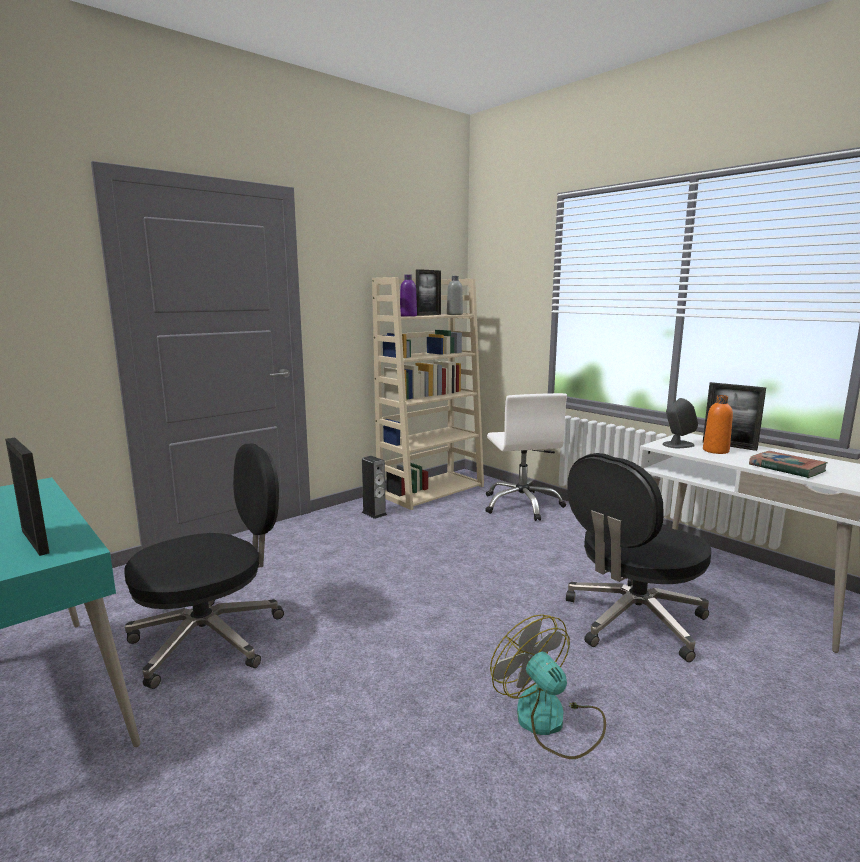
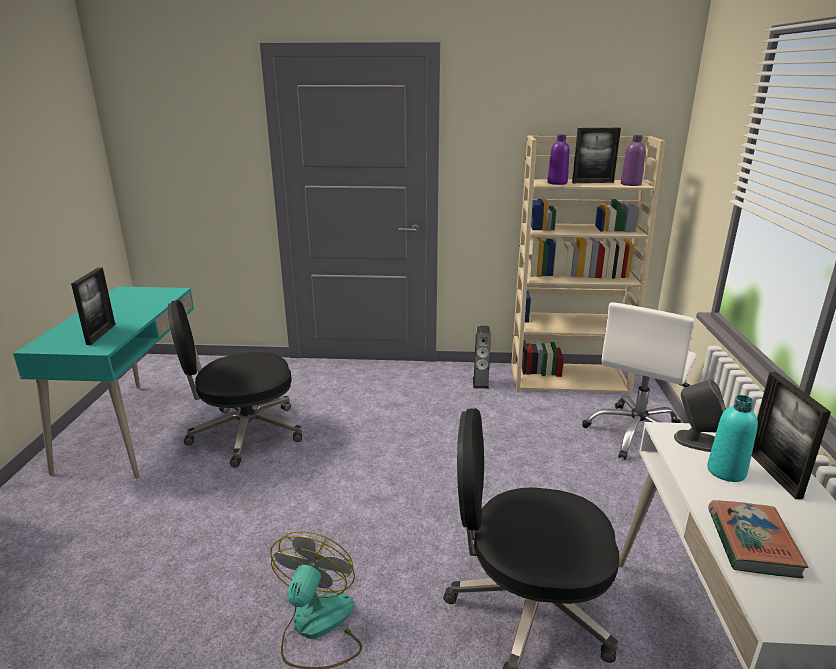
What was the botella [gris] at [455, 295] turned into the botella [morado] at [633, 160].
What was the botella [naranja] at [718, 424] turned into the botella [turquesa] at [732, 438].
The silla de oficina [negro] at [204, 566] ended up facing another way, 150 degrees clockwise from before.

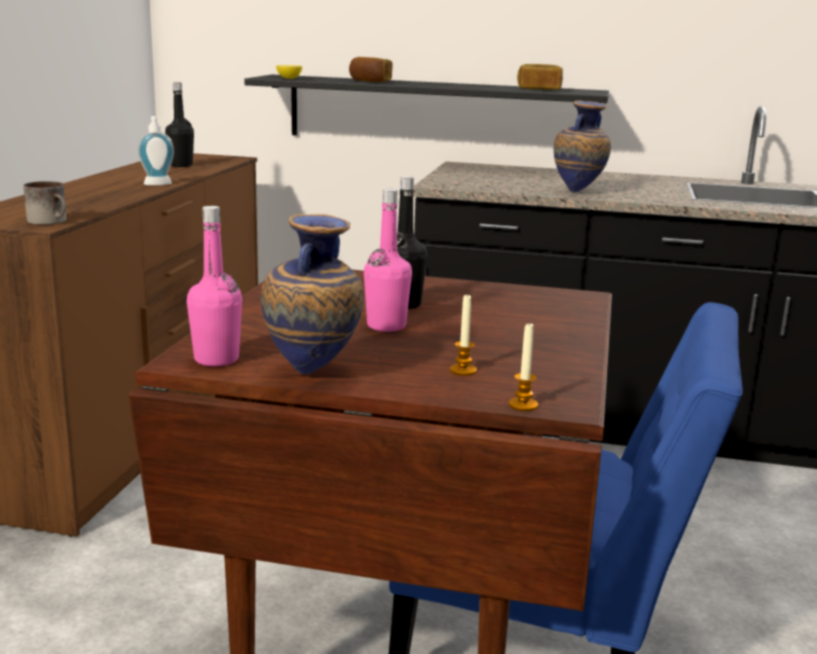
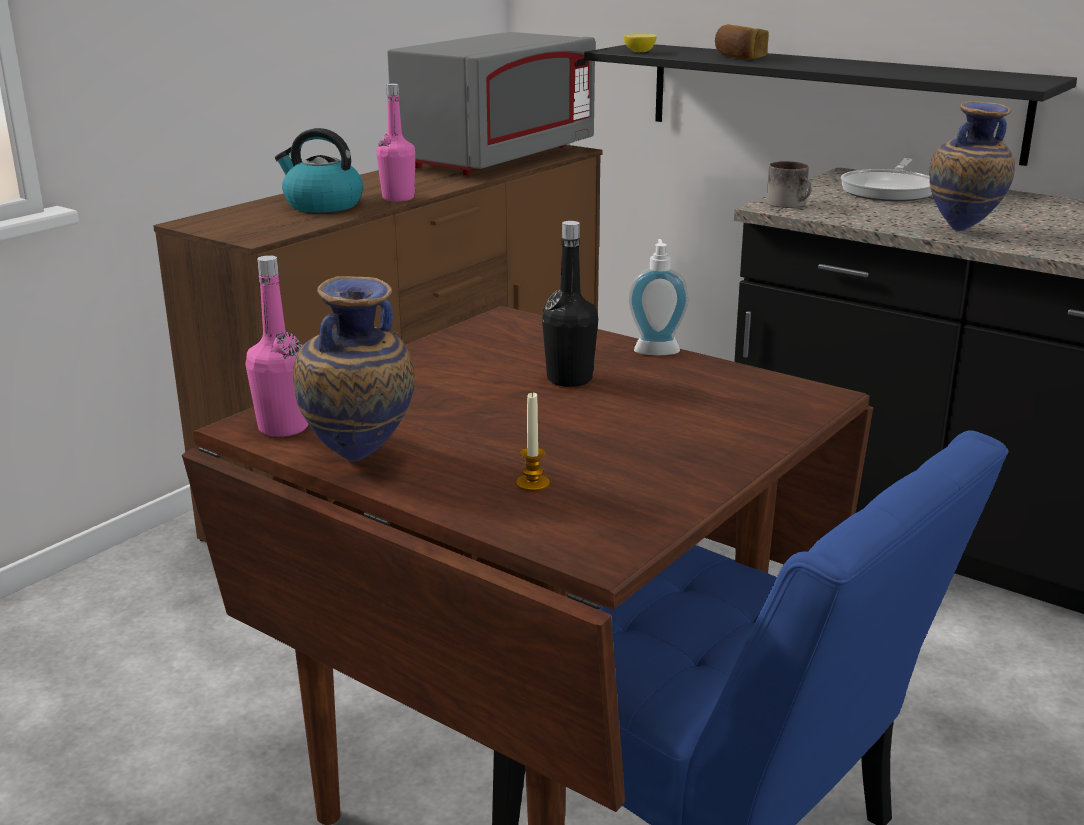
The second view lost the vela at [523, 366].
The second view lost the pan at [540, 77].
The second view gained the hervidor at [319, 170].
The second view gained the sartén at [886, 179].
The taza grande ended up elsewhere, having gone from [45, 203] to [789, 184].
The dispensador de jabón ended up elsewhere, having gone from [156, 150] to [659, 297].
The botella [rosa] ended up elsewhere, having gone from [388, 260] to [396, 143].
Where the botella [negro] stood at [179, 125], the microondas [gris] came to stand at [491, 104].

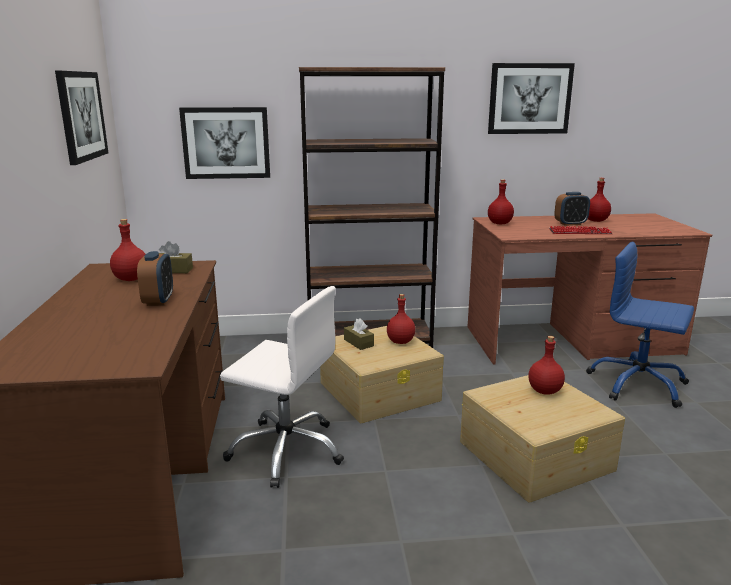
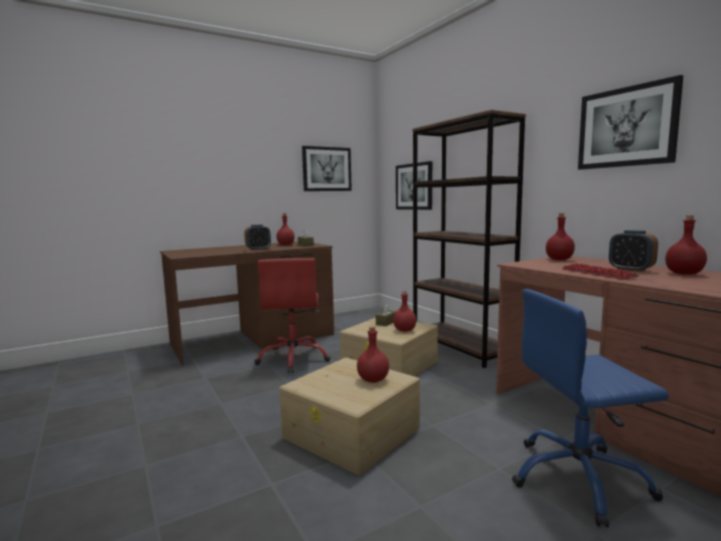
What was the silla de oficina [blanco] at [282, 387] turned into the silla de oficina [rojo] at [292, 315].
The silla de oficina [azul] at [640, 324] ended up facing another way, 105 degrees counterclockwise from before.

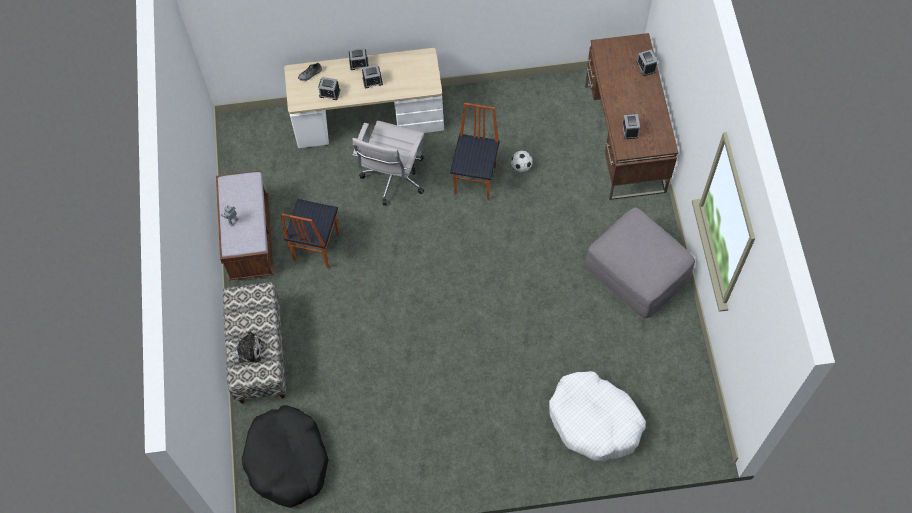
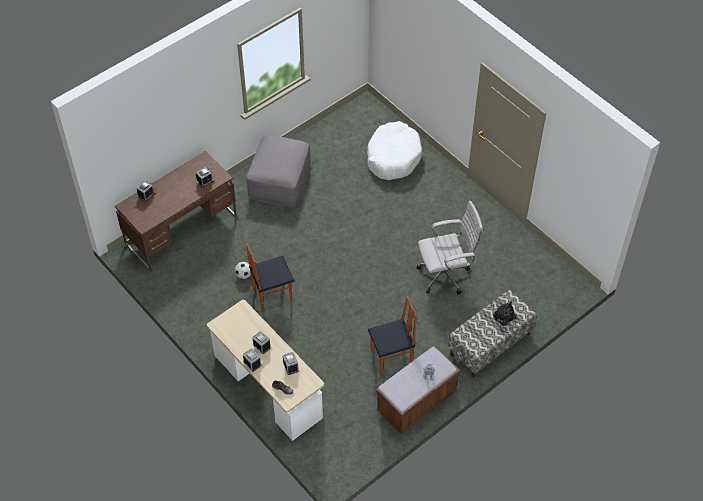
The second view lost the cama para perro [negro] at [285, 456].
The silla de oficina [blanco] ended up elsewhere, having gone from [388, 163] to [450, 248].

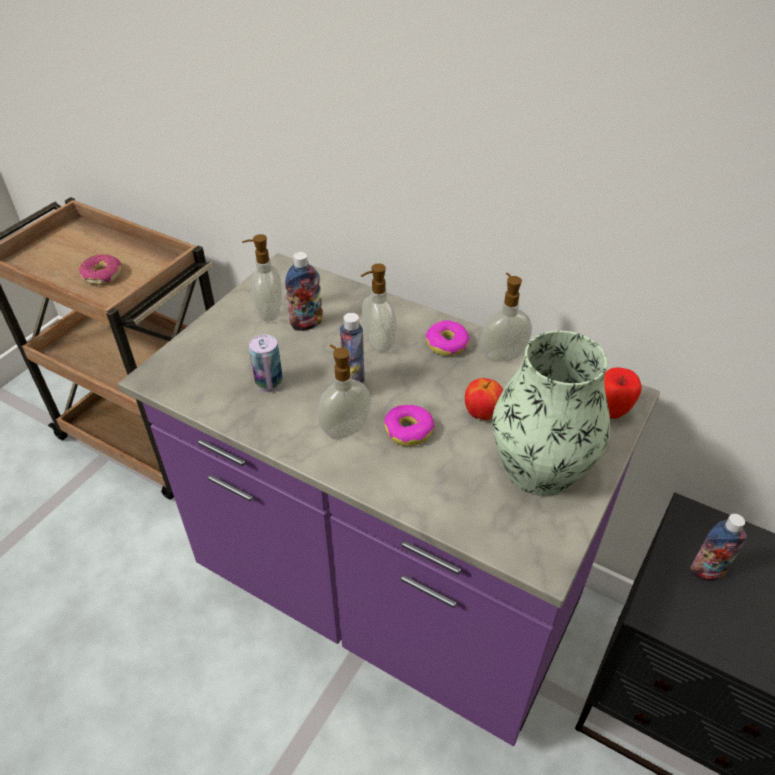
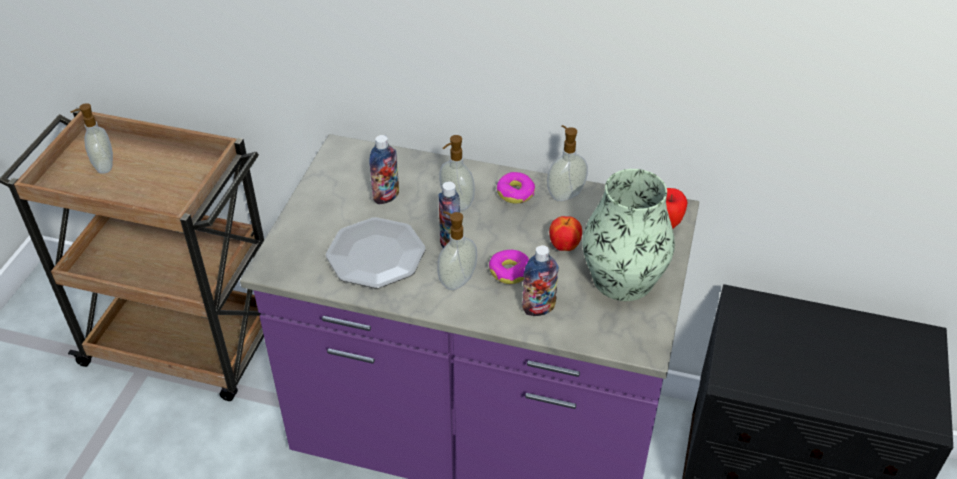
The second view lost the rosquilla at [100, 269].
The dispensador de jabón ended up elsewhere, having gone from [262, 278] to [92, 138].
The botella ended up elsewhere, having gone from [718, 547] to [540, 280].
Where the lata stood at [266, 363], the plato came to stand at [375, 252].

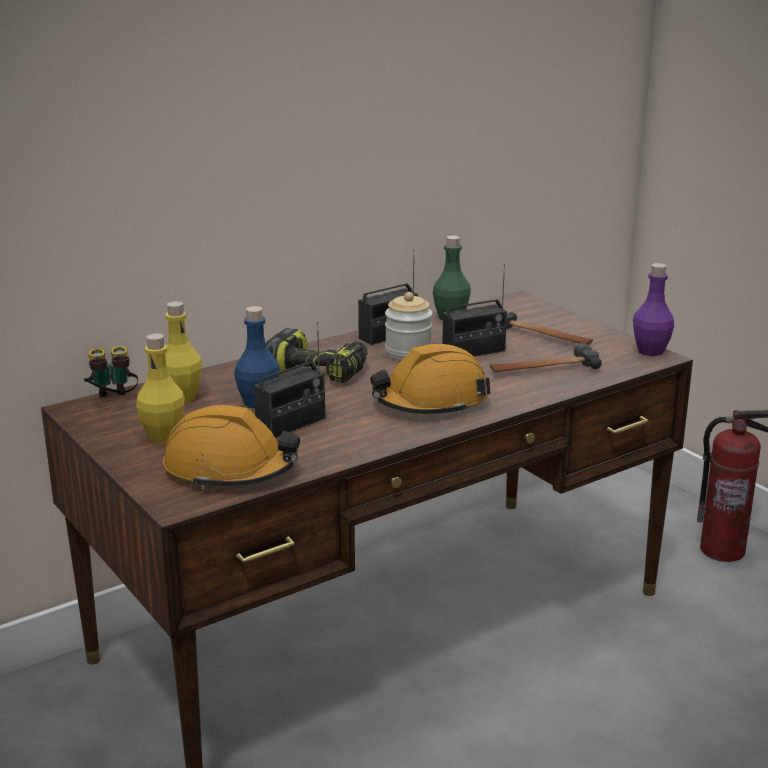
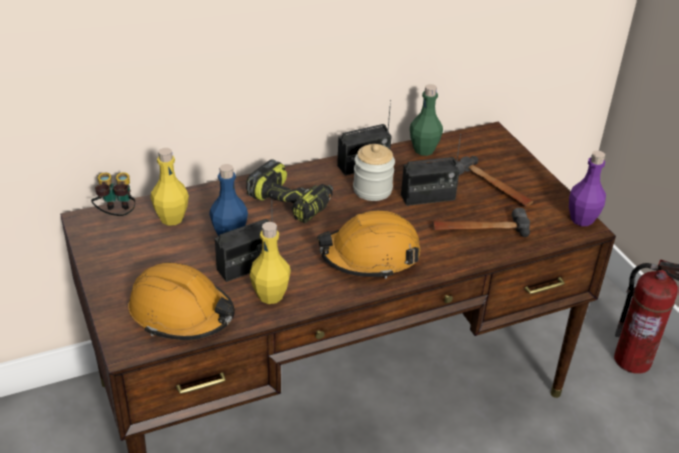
The botella [amarillo] ended up elsewhere, having gone from [160, 387] to [270, 263].

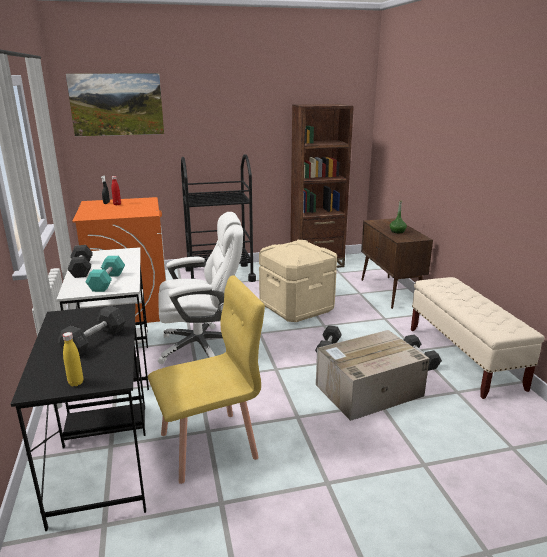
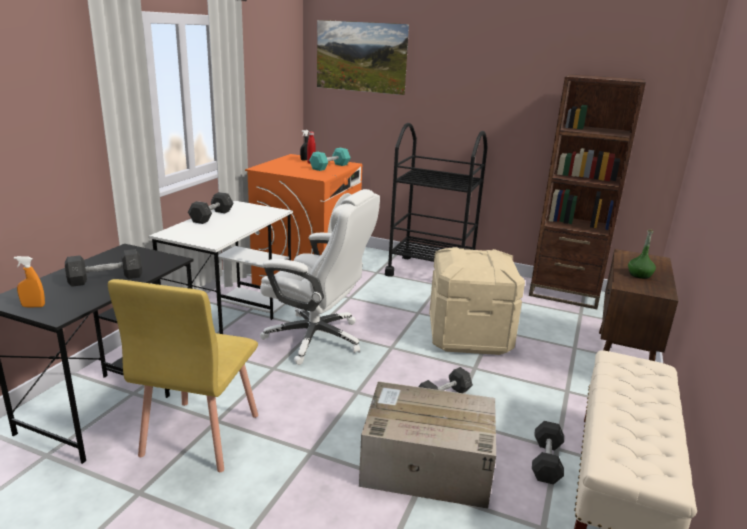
The mancuerna [turquesa] ended up elsewhere, having gone from [105, 274] to [329, 159].
Where the botella [amarillo] stood at [73, 359], the pulverizador [naranja] came to stand at [29, 281].
The silla [amarillo] at [206, 379] ended up facing another way, 90 degrees clockwise from before.

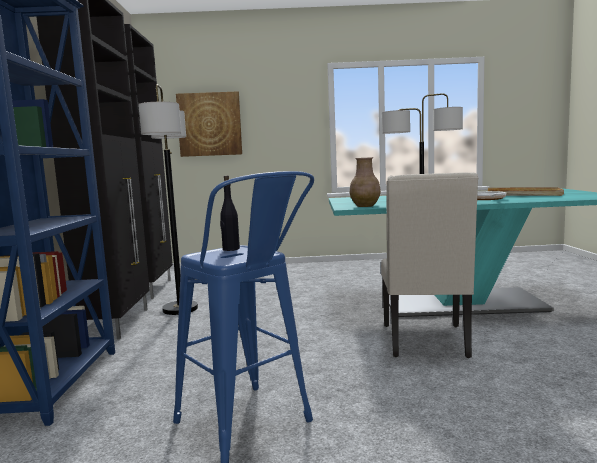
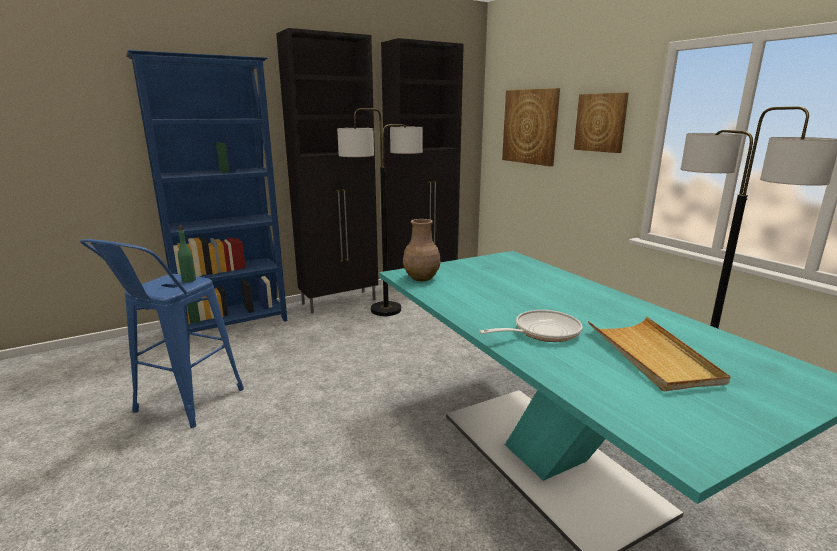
The second view lost the silla [beis] at [430, 265].
The second view gained the cuadro at [601, 122].
What was the botella [negro] at [230, 213] turned into the botella [verde] at [187, 254].

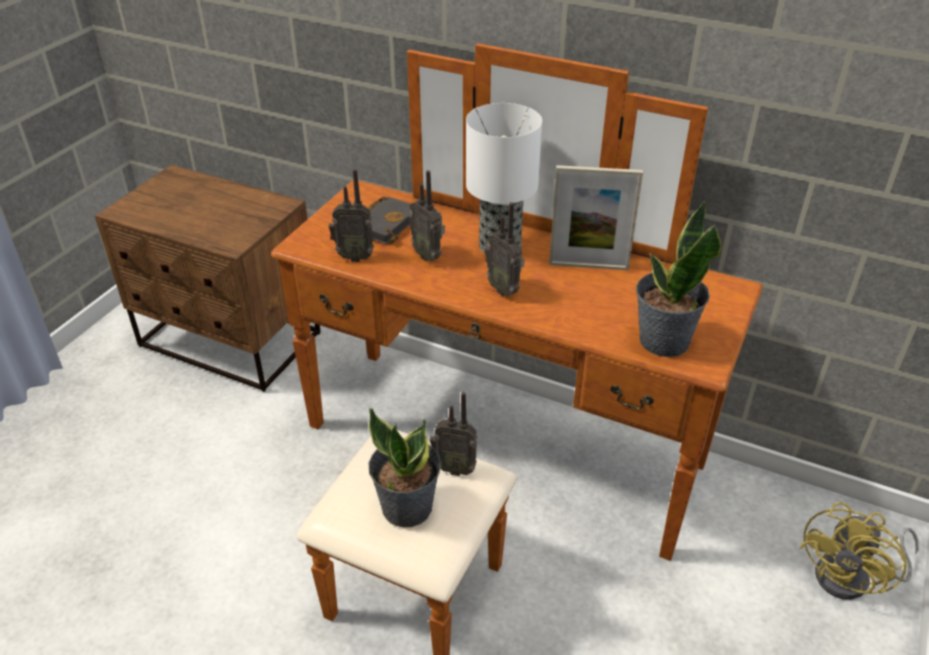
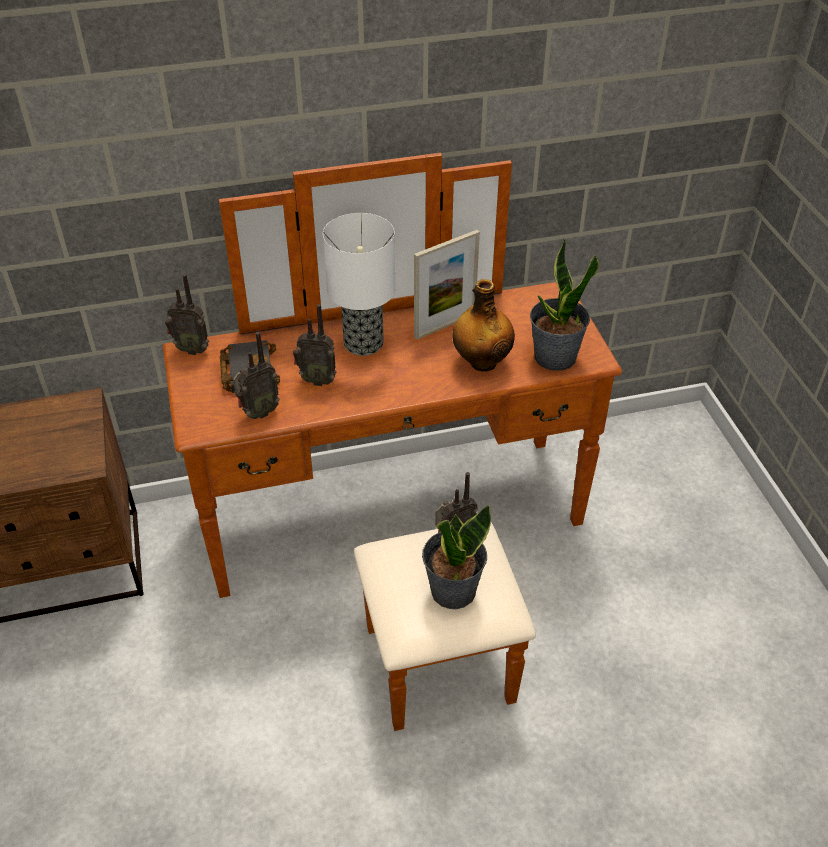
The second view lost the ventilador [amarillo] at [859, 551].
The second view gained the botella at [483, 325].
The radio ended up elsewhere, having gone from [504, 249] to [187, 314].

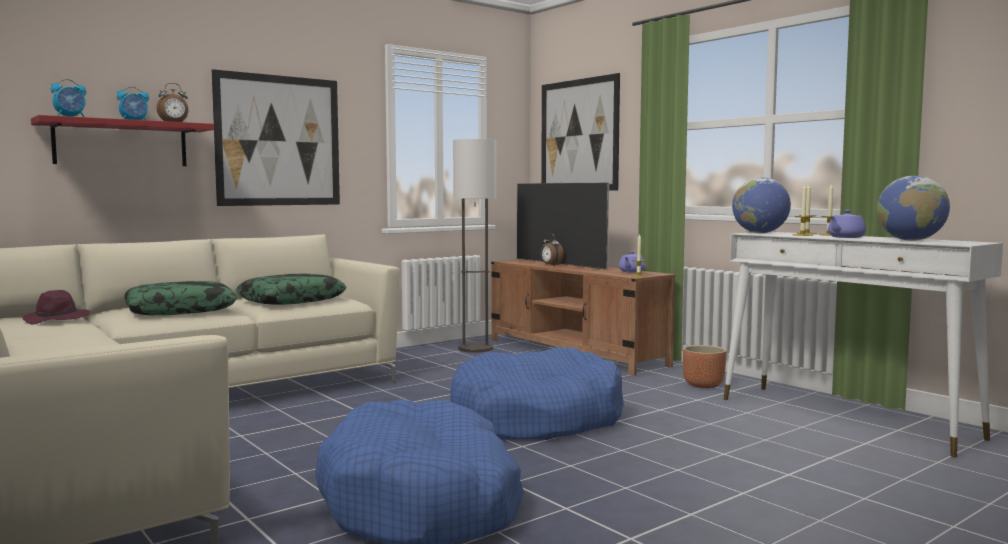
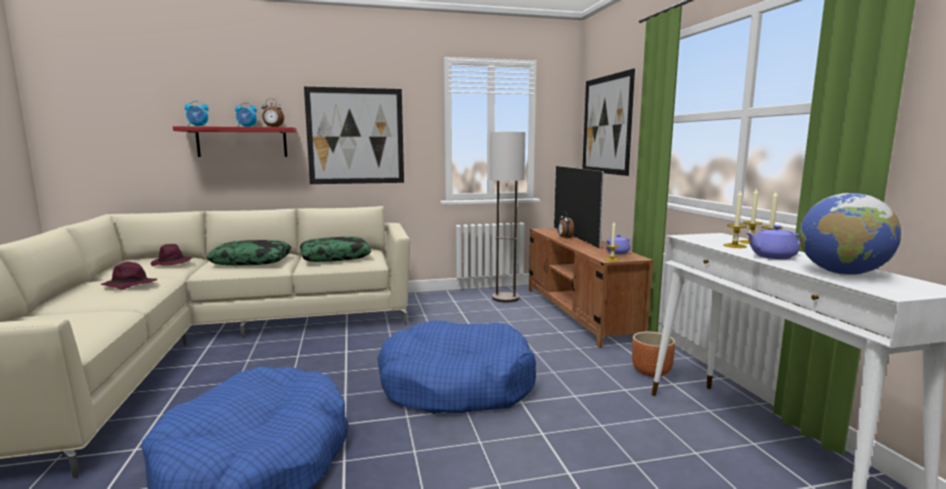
The second view lost the globo terráqueo at [761, 205].
The second view gained the sombrero [morado] at [129, 275].

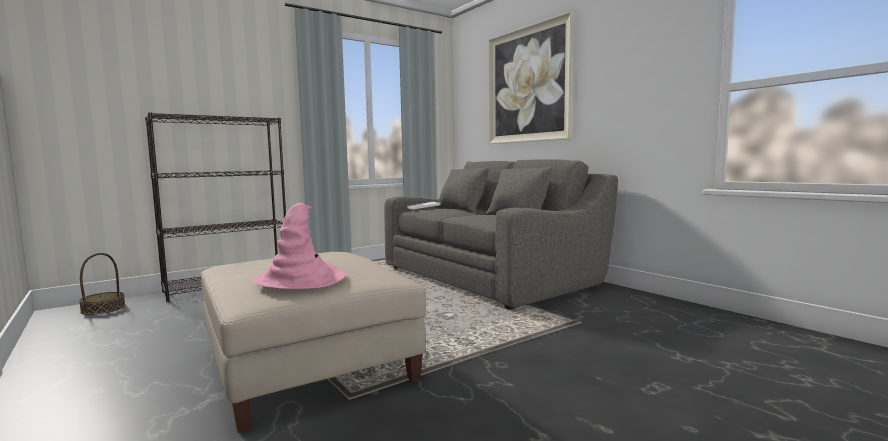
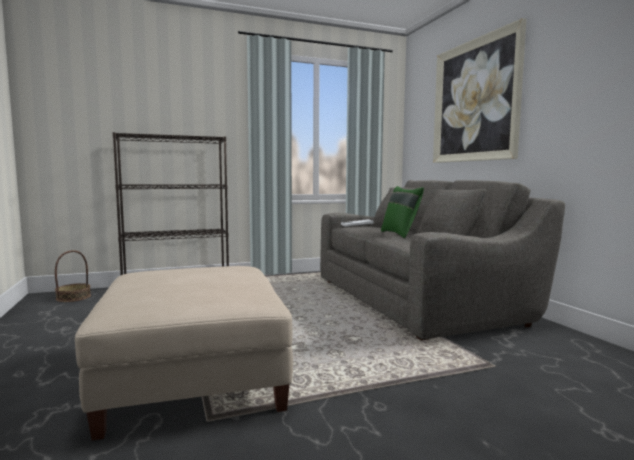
The second view lost the sombrero [rosa] at [299, 246].
The second view gained the cojín [verde] at [402, 212].

